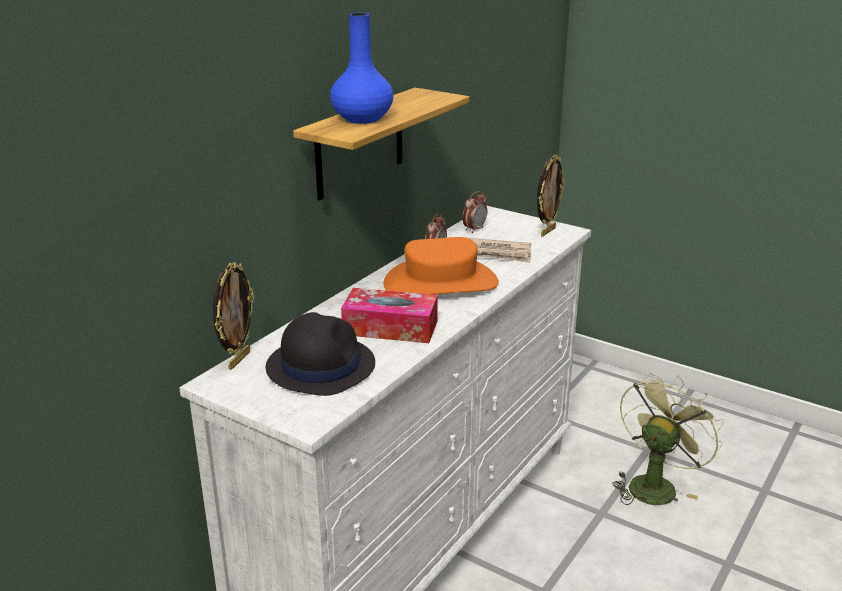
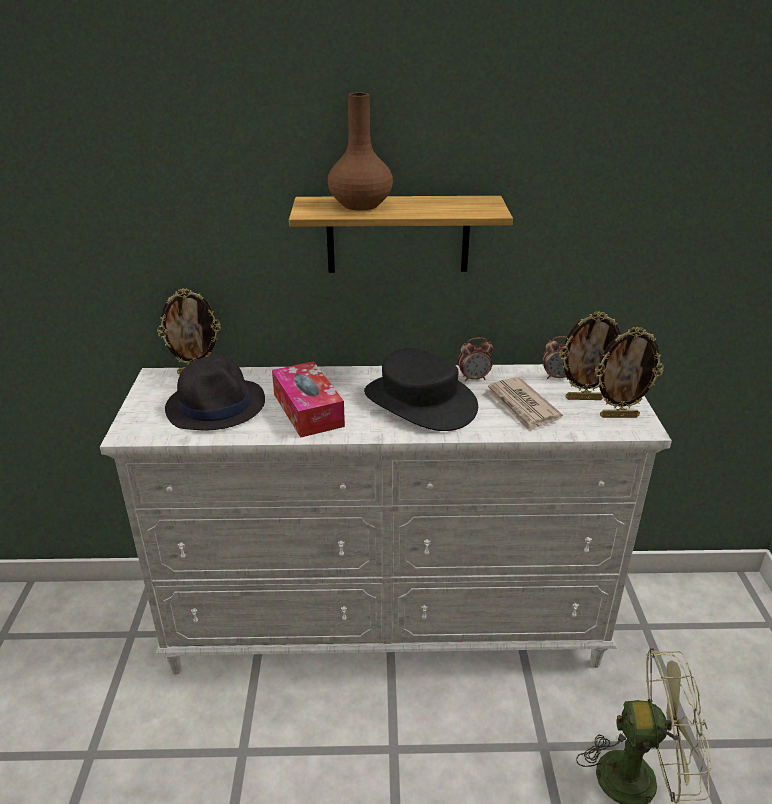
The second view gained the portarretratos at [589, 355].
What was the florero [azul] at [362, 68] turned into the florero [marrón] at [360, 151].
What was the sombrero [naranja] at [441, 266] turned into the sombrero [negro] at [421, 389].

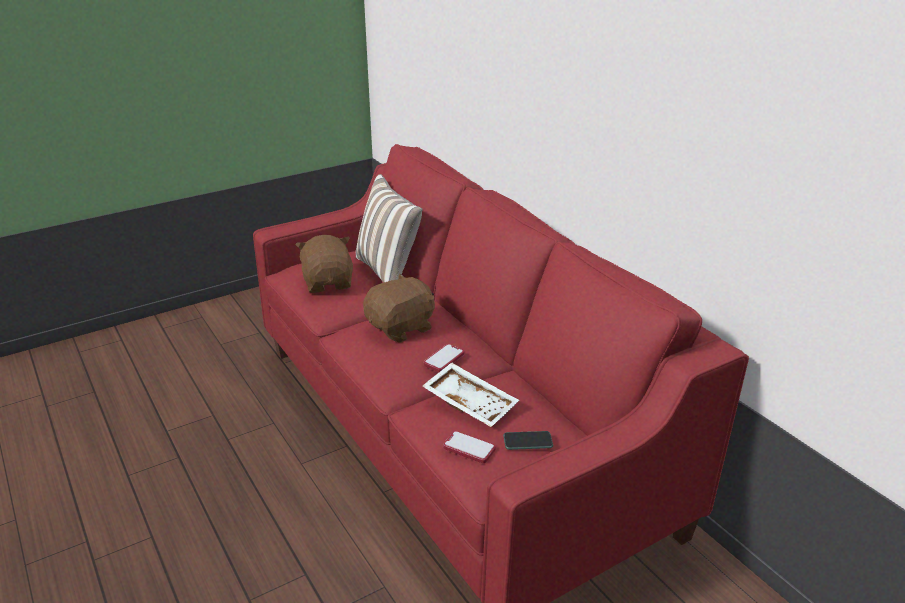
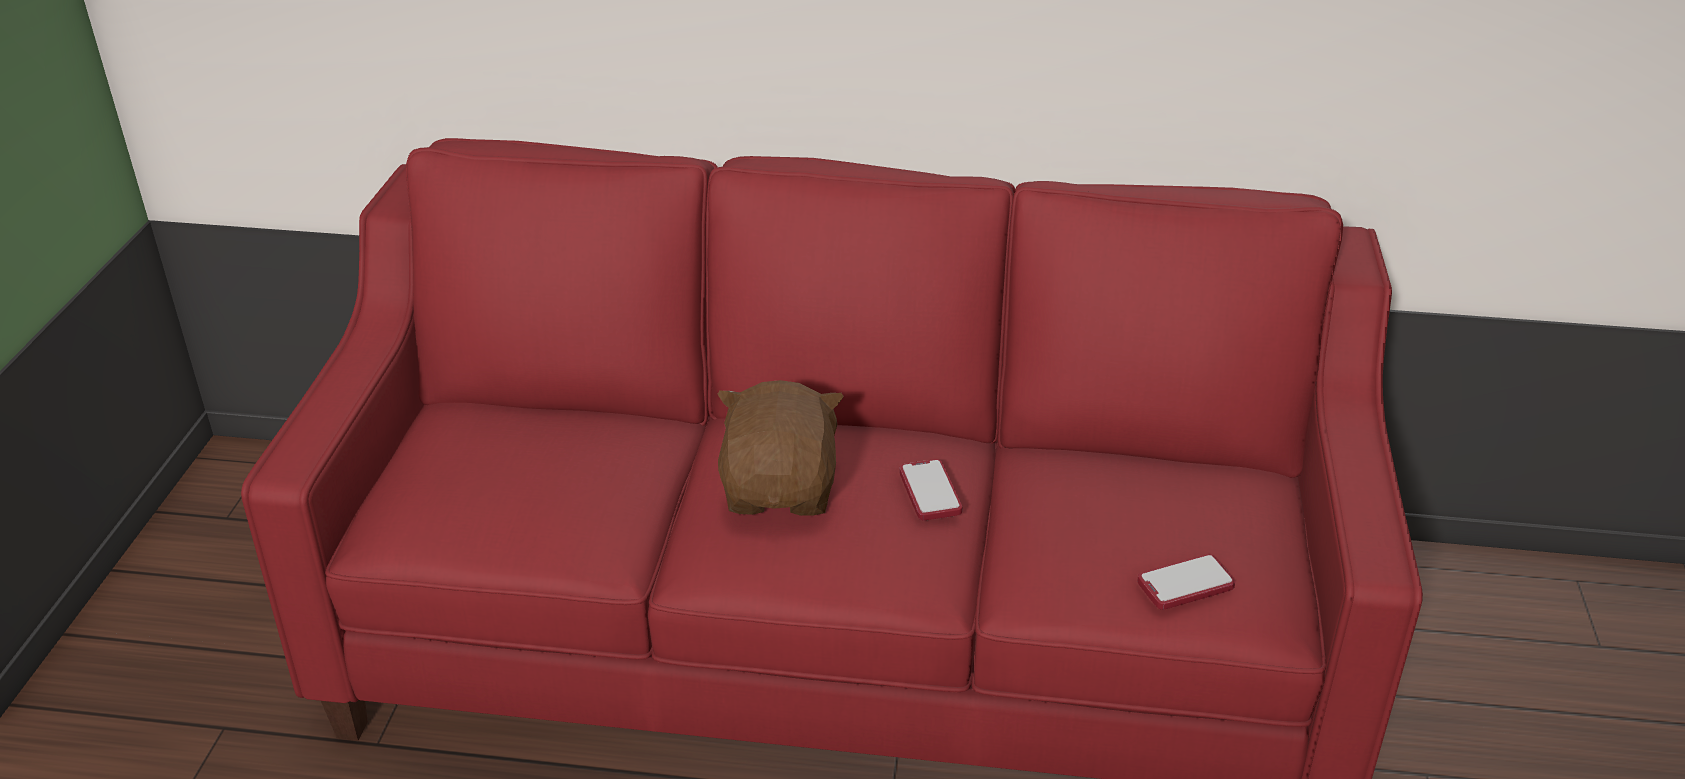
The second view lost the peluche [marrón] at [324, 264].
The second view lost the cojín at [389, 228].
The second view lost the bandeja [blanco] at [470, 394].
The second view lost the móvil at [528, 440].

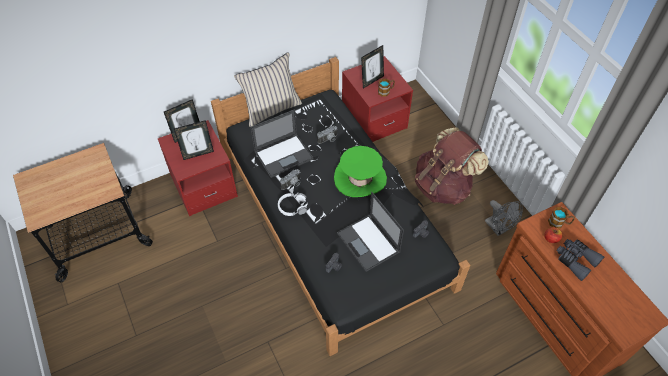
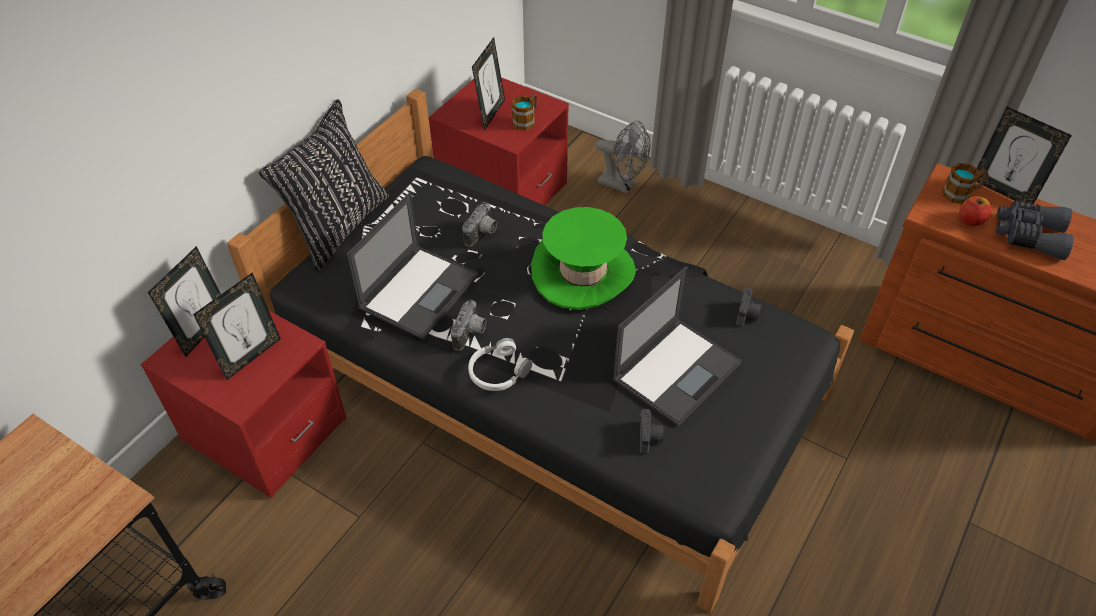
The second view lost the mochila [marrón] at [452, 166].
The second view gained the portarretratos at [1024, 155].
The ventilador [gris] ended up elsewhere, having gone from [504, 218] to [622, 157].
What was the cojín [beis] at [268, 89] turned into the cojín [negro] at [324, 185].
The portátil at [370, 232] ended up facing another way, 75 degrees counterclockwise from before.

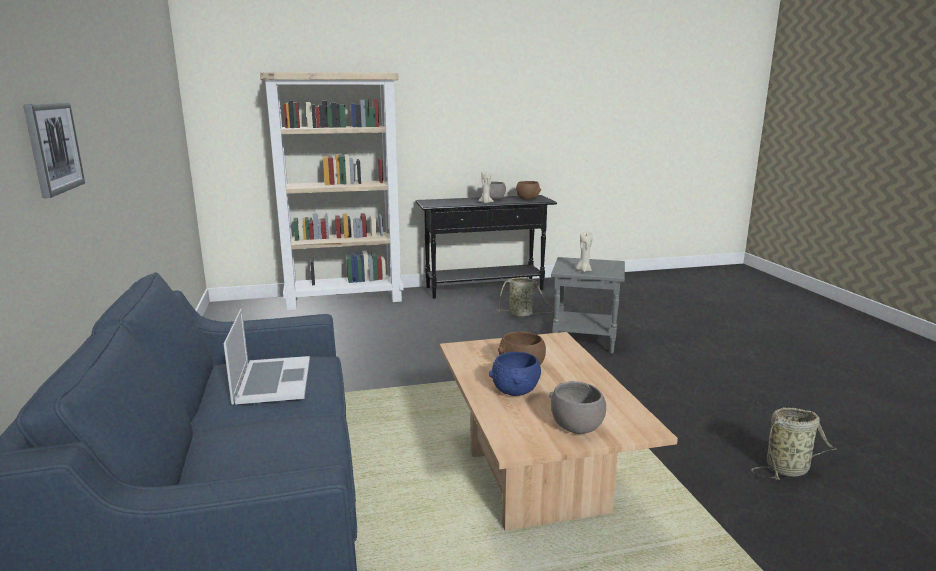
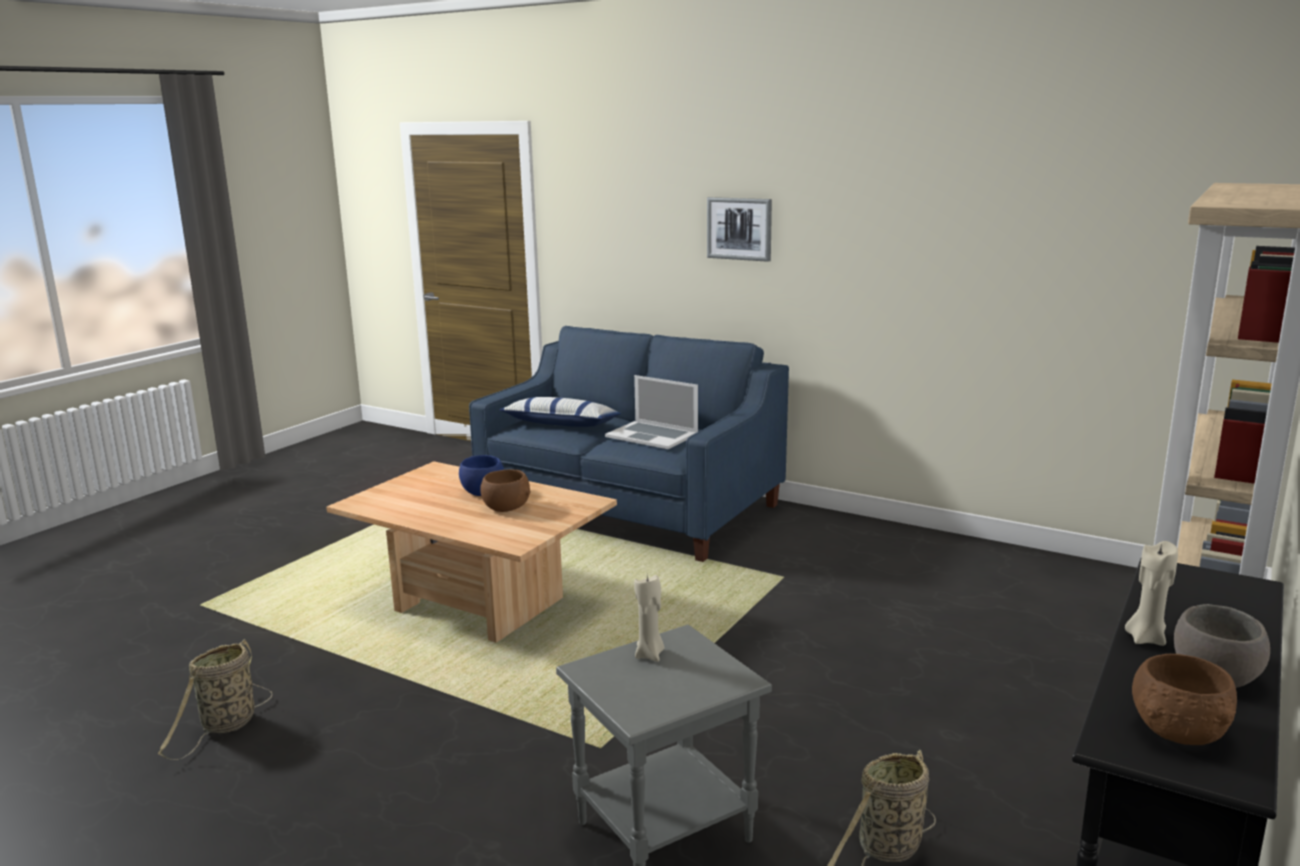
The second view lost the cuenco [gris] at [577, 407].
The second view gained the cojín at [560, 412].

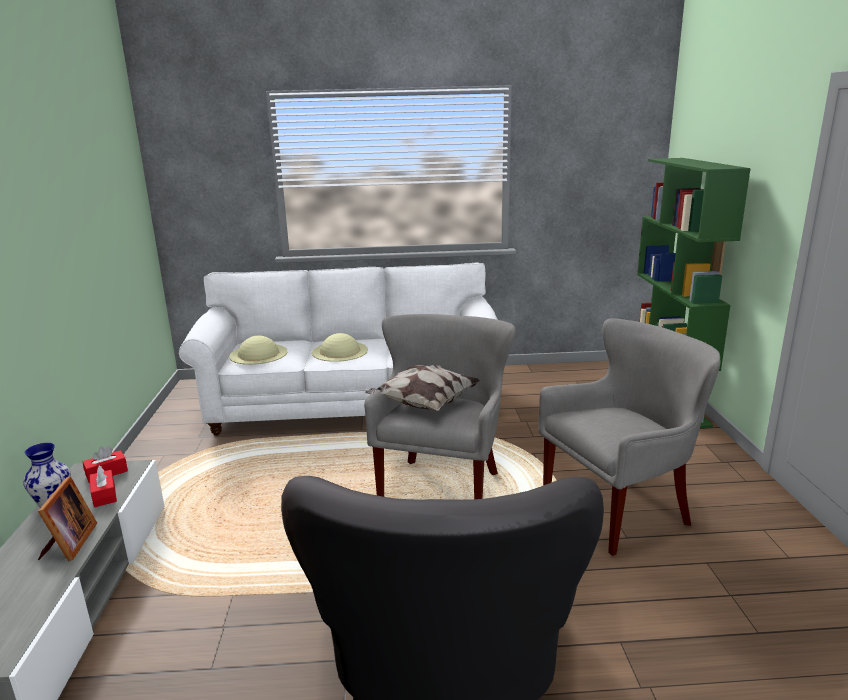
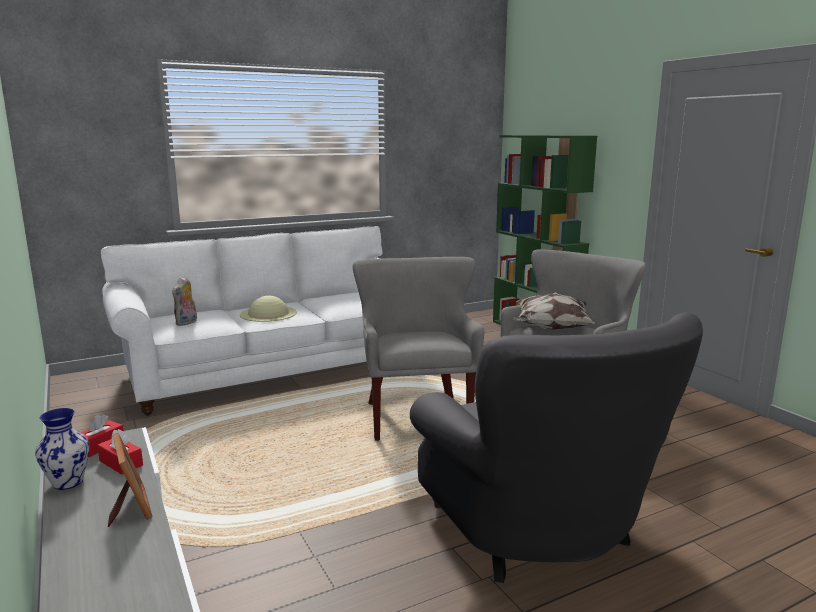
The cojín ended up elsewhere, having gone from [423, 388] to [554, 311].
Where the sombrero [beis] stood at [258, 350], the peluche came to stand at [184, 301].

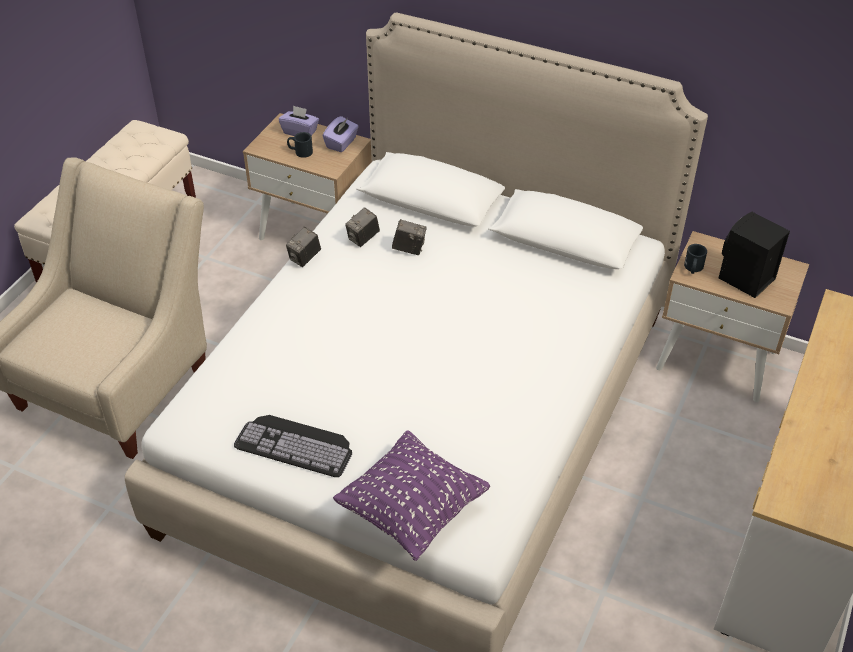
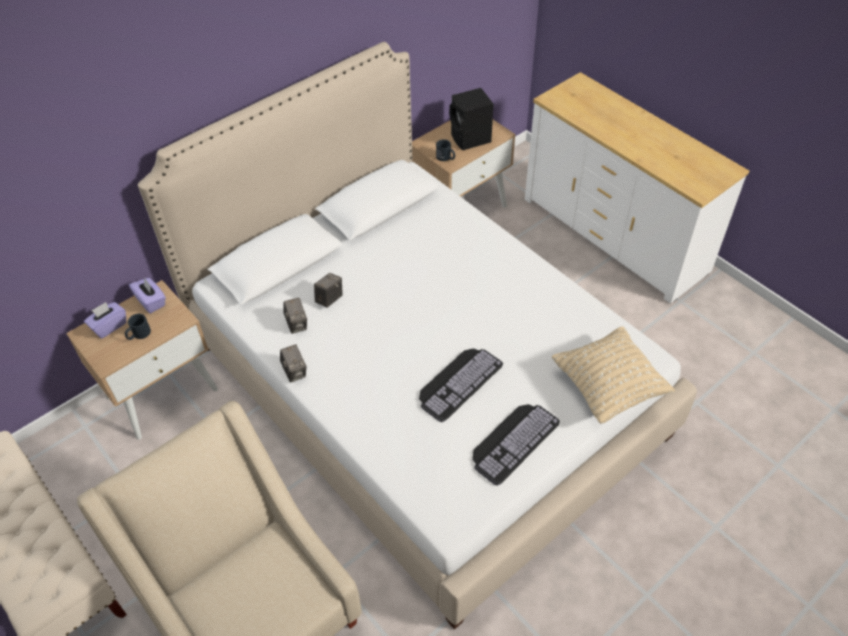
The second view gained the teclado at [461, 385].
What was the cojín [morado] at [411, 495] turned into the cojín [beis] at [613, 375].

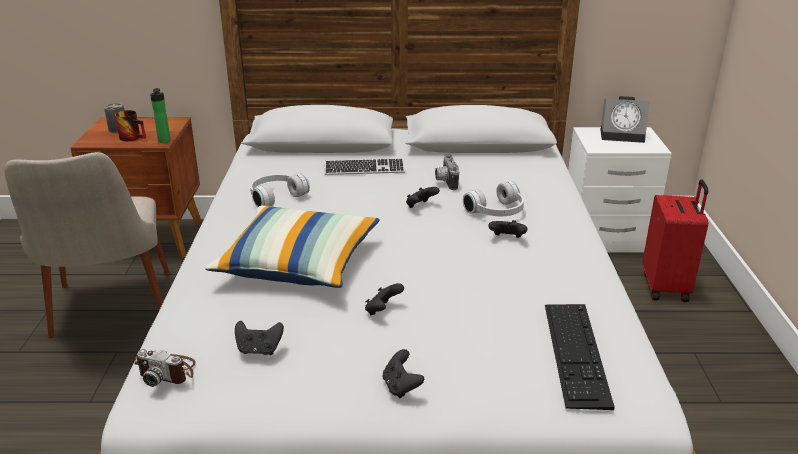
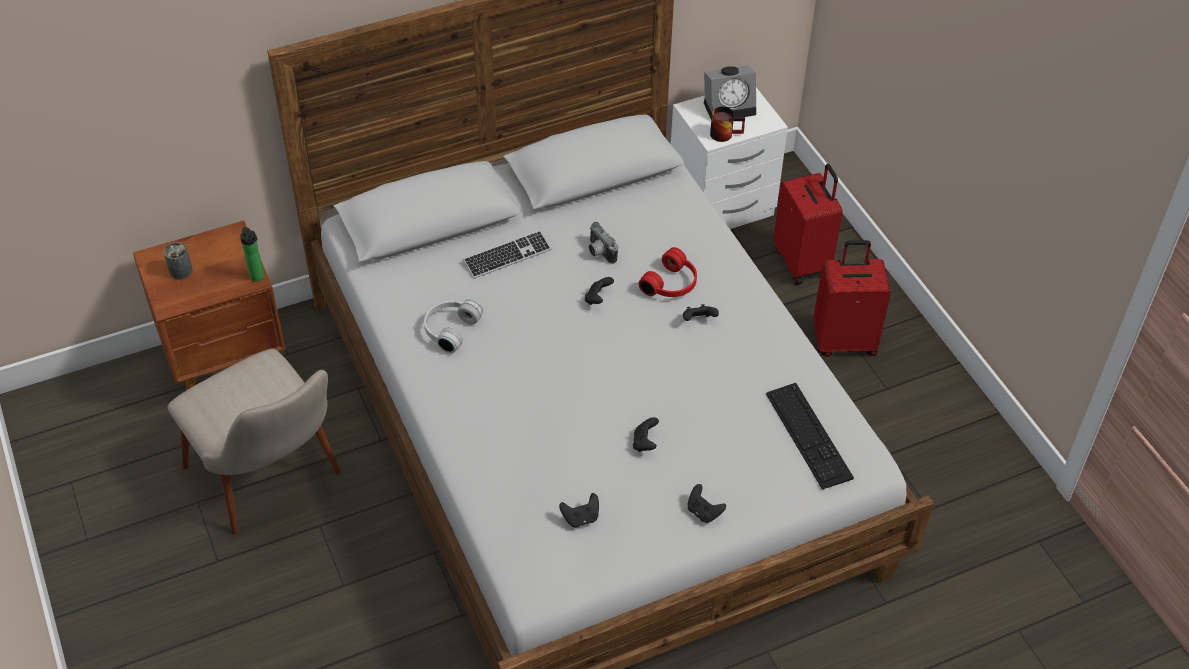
The second view lost the cámara at [165, 368].
The second view lost the cojín at [292, 246].
The second view gained the maleta [rojo] at [852, 298].
The taza grande ended up elsewhere, having gone from [130, 125] to [727, 124].
What was the auriculares [blanco] at [493, 198] turned into the auriculares [rojo] at [667, 272].

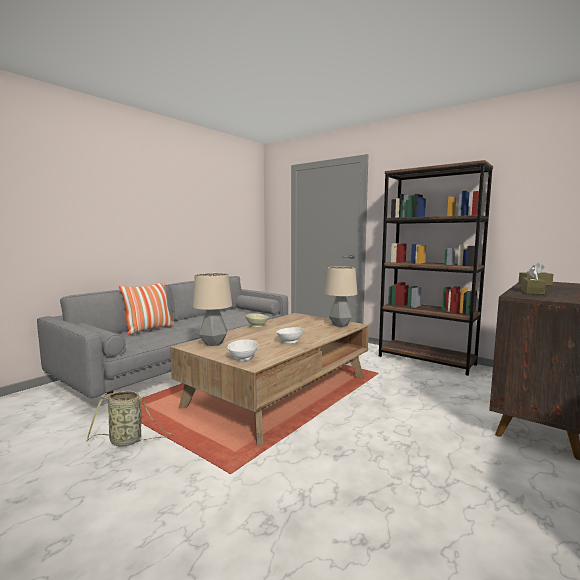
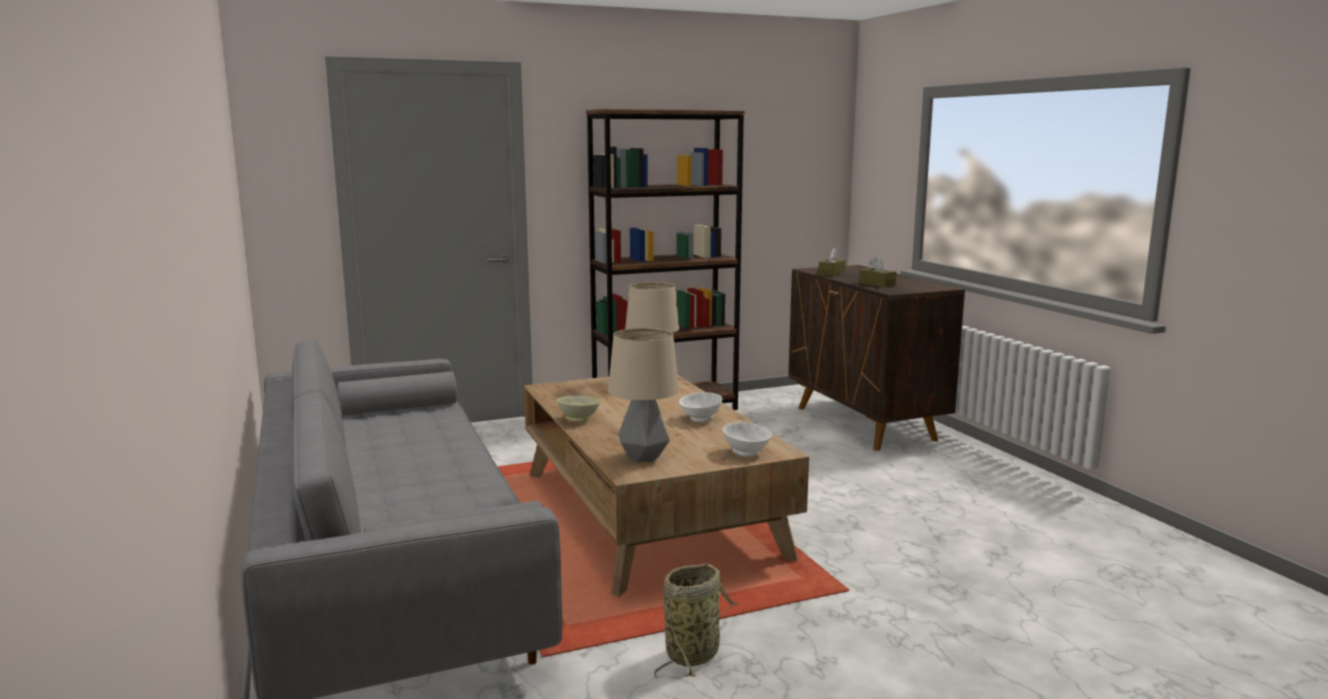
The second view lost the cojín at [146, 308].

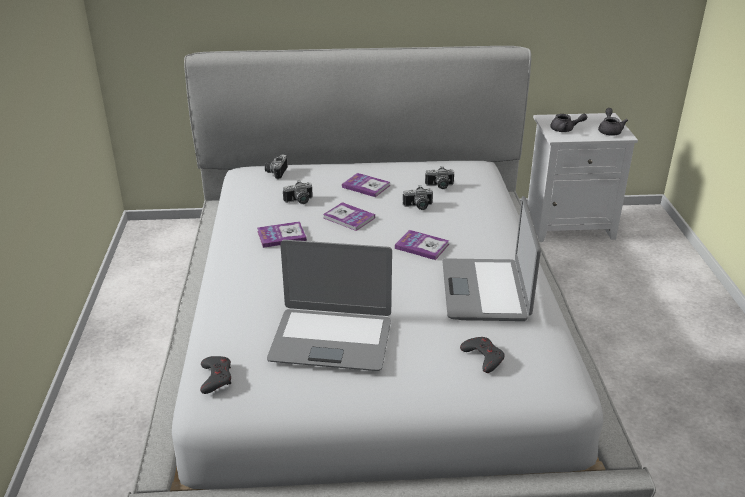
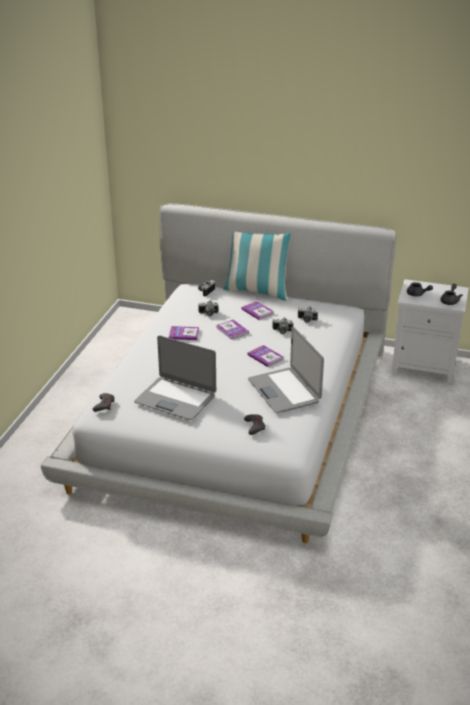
The second view gained the cojín at [257, 266].
The portátil at [491, 258] ended up facing another way, 45 degrees counterclockwise from before.

